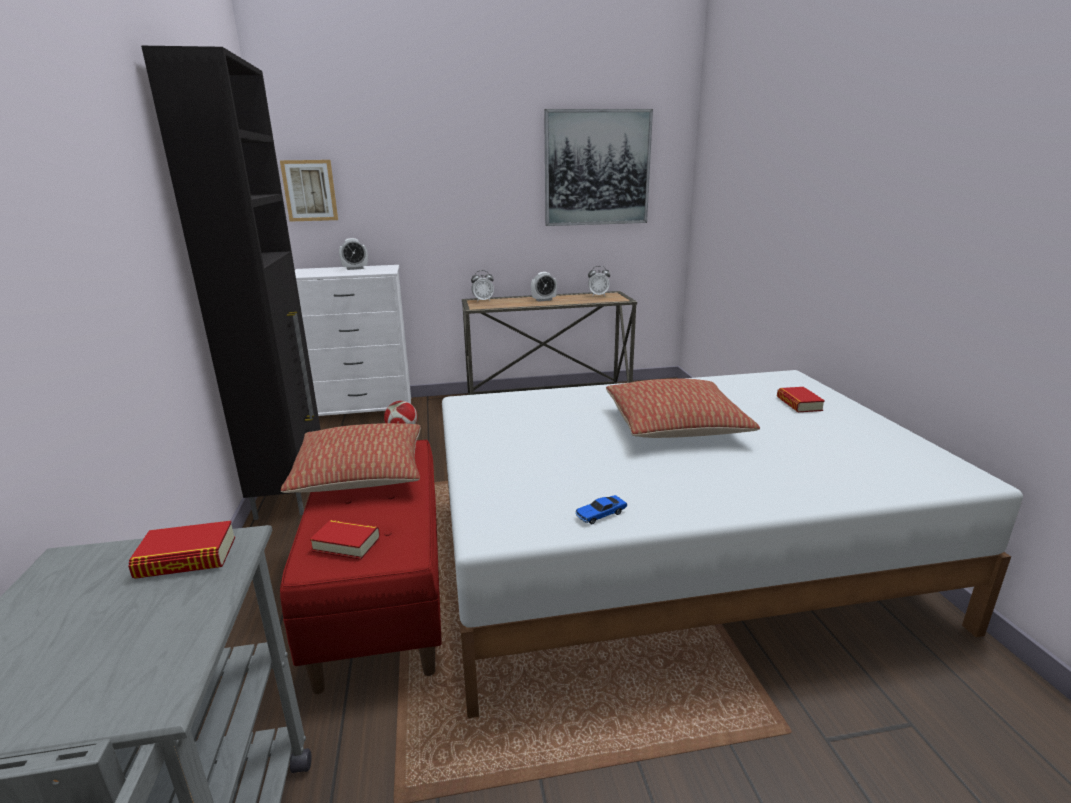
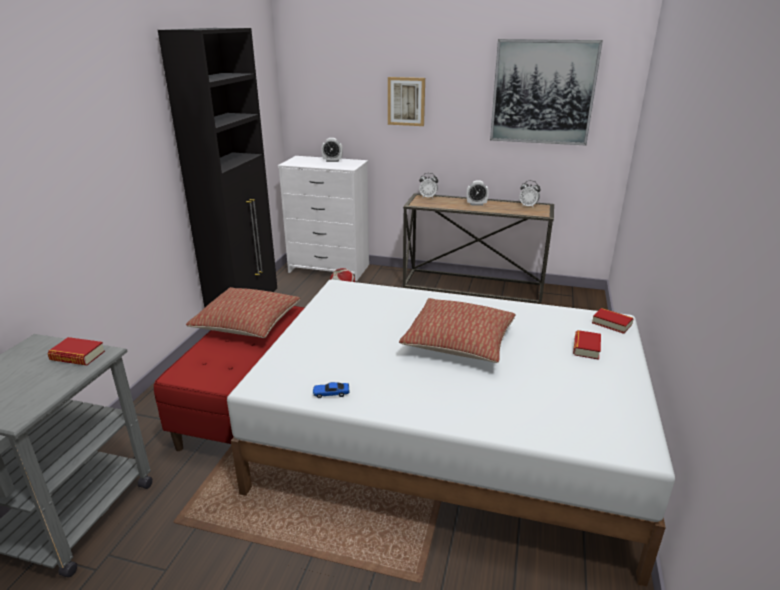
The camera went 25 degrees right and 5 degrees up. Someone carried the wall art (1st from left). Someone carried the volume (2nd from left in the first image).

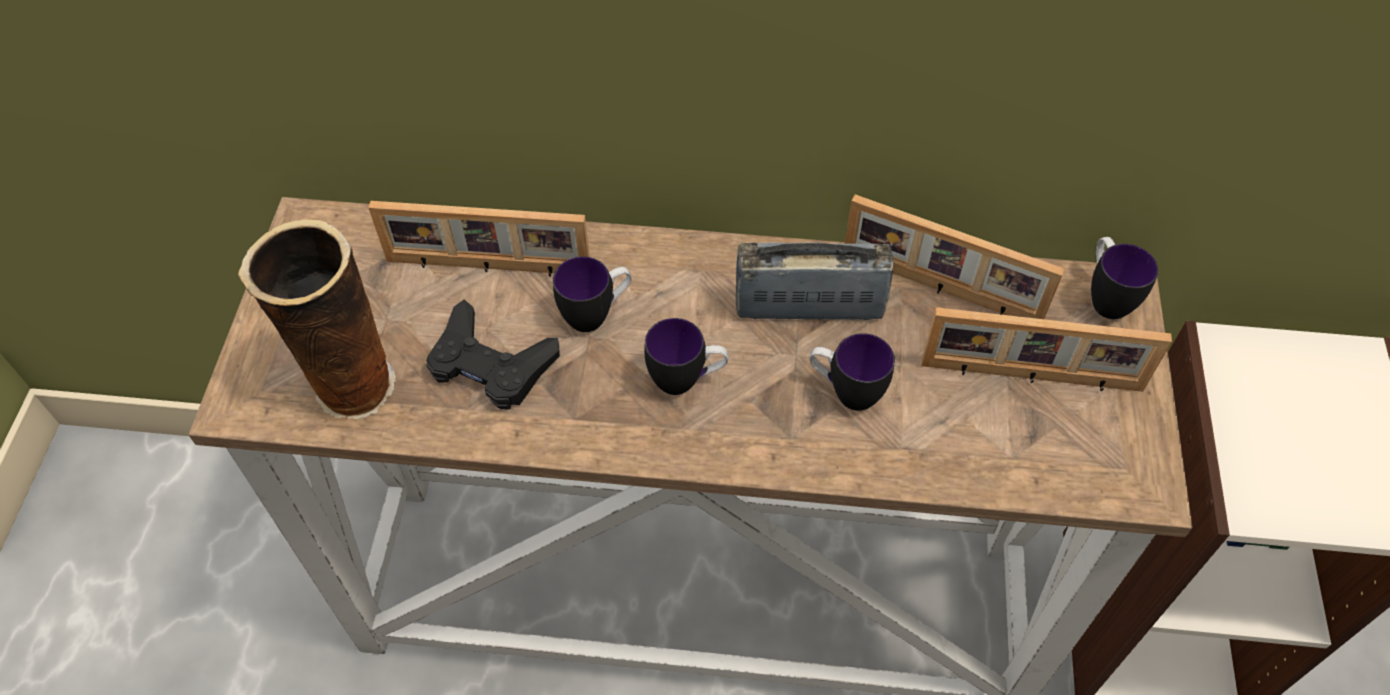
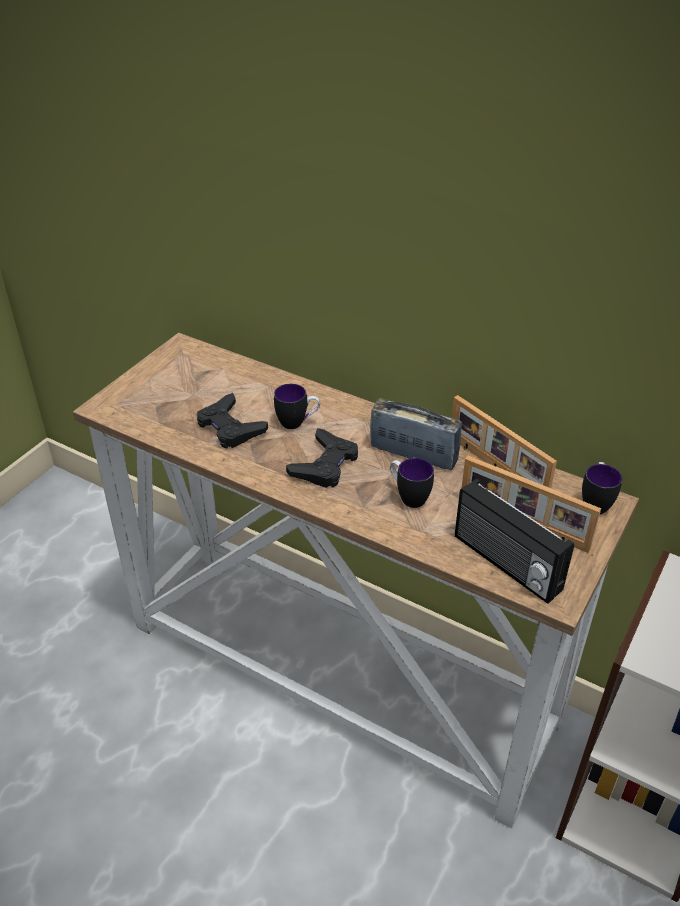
The camera went 25 degrees right and 15 degrees down. Someone took away the flower vase. Someone took away the standing frame (1st from left). Someone put down the radio (2nd from left). Someone swapped the coffee mug (2nd from left) for the black game controller (2nd from left).

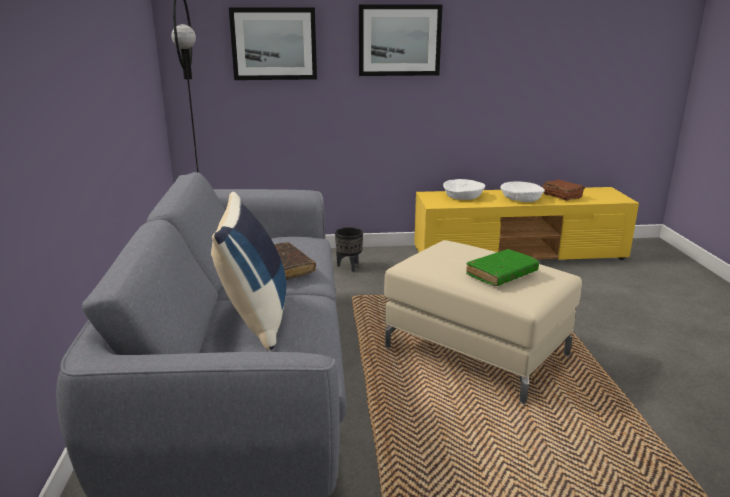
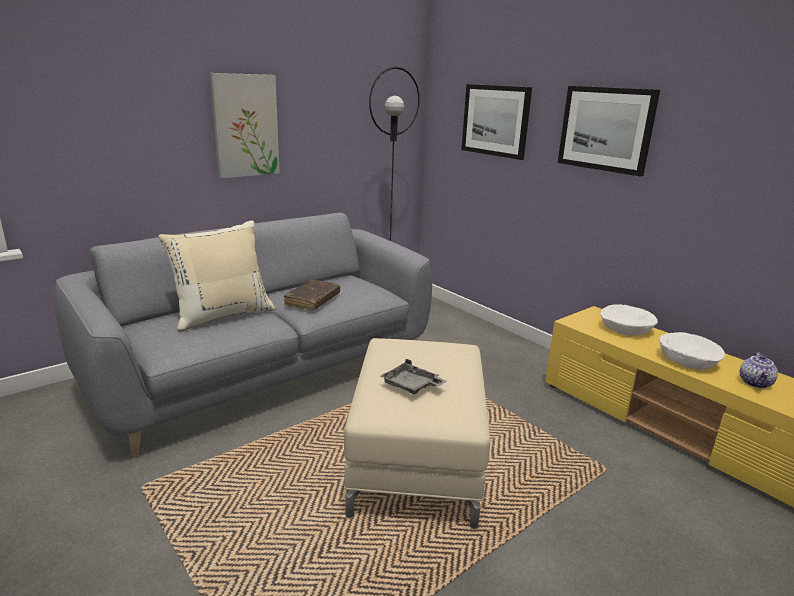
The camera went 55 degrees right and 0 degrees up. Someone took away the black plant pot. Someone put up the wall art (1st from left). Someone swapped the green-coloured volume for the grey tray. Someone swapped the brown volume (2nd from left) for the tea pot. Someone repainted the bluish cushion, which became the beige-coloured cushion.

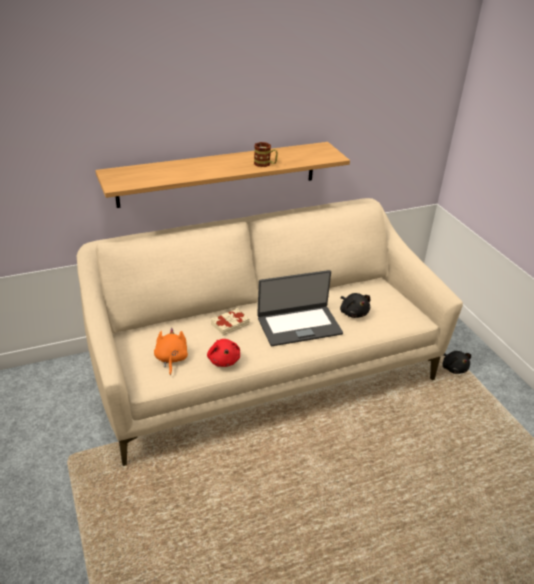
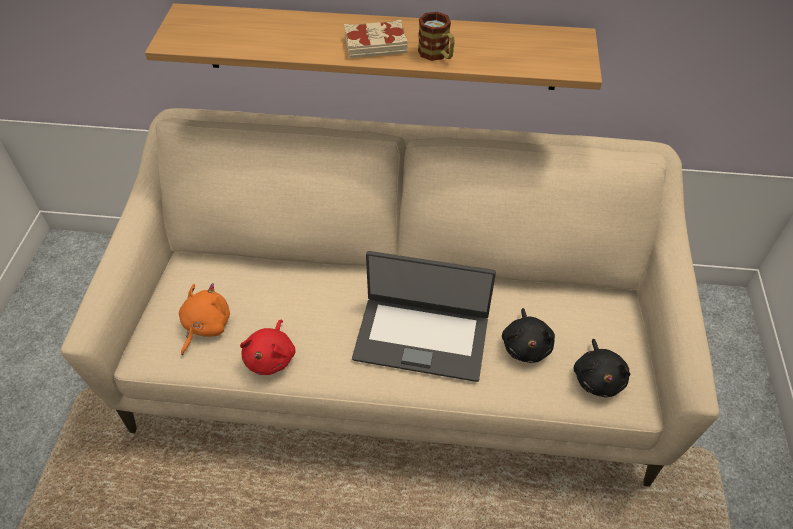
The camera went 30 degrees right and 15 degrees up. Someone carried the beige-coloured volume. Someone carried the black plush toy (2nd from left).

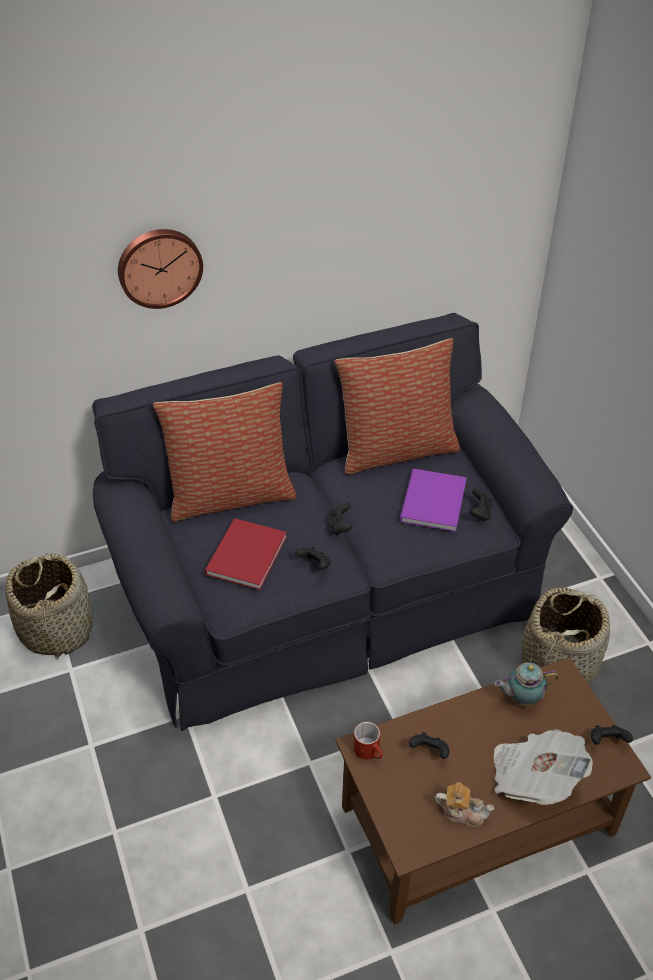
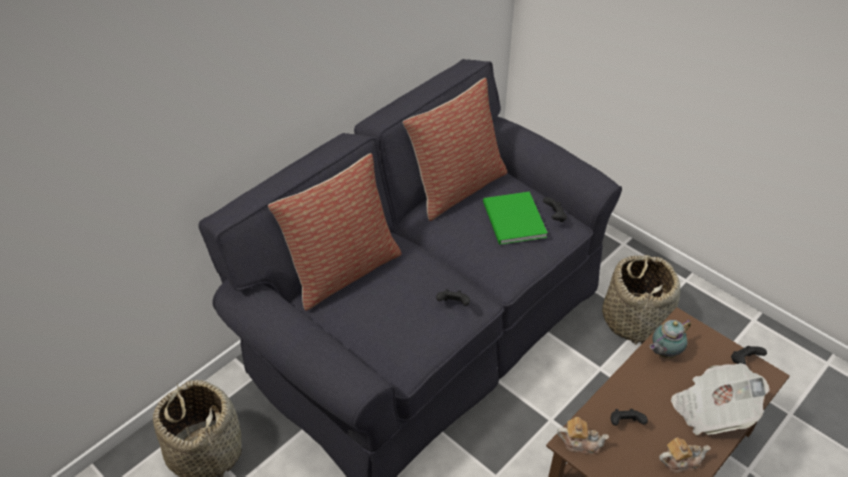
The camera went 25 degrees left and 0 degrees up. Someone took away the hanging clock. Someone took away the red volume. Someone took away the black game controller (2nd from left). Someone swapped the red coffee mug for the tea pot (1st from left). Someone repainted the purple volume, which became the green-coloured volume.

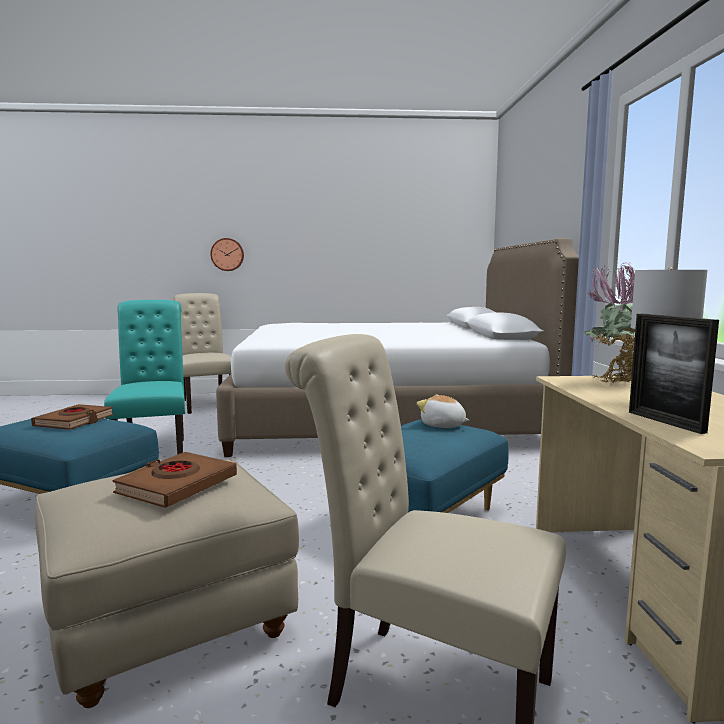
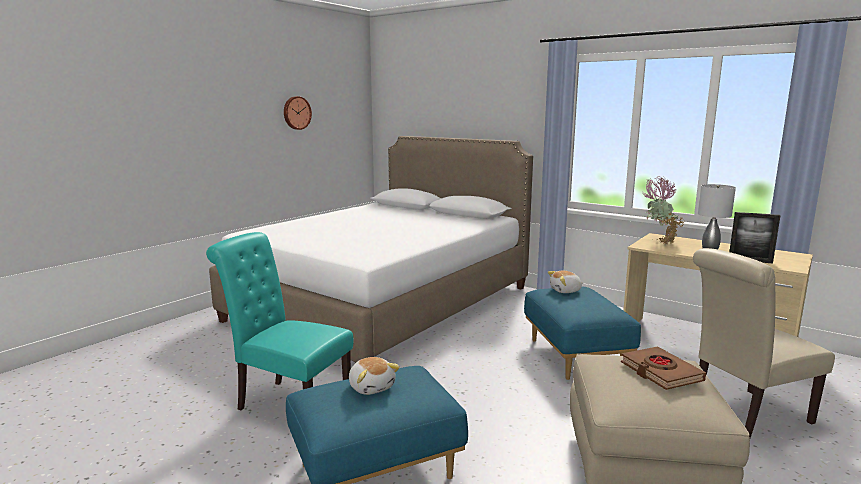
The camera went 50 degrees left and 5 degrees up. Someone took away the beige-coloured upright chair (1st from left). Someone carried the hanging clock. Someone swapped the brown volume (1st from left) for the plush toy (1st from left).

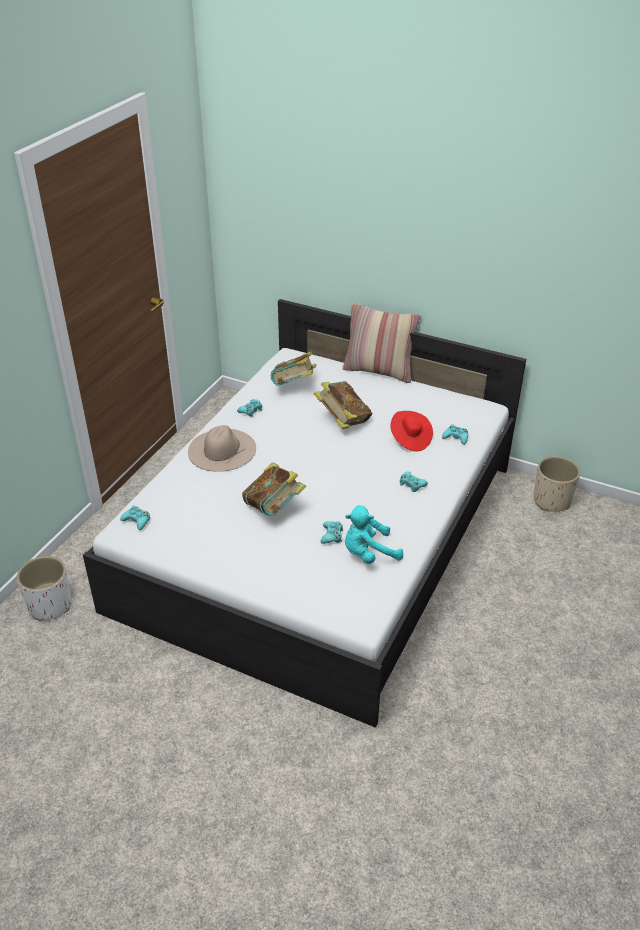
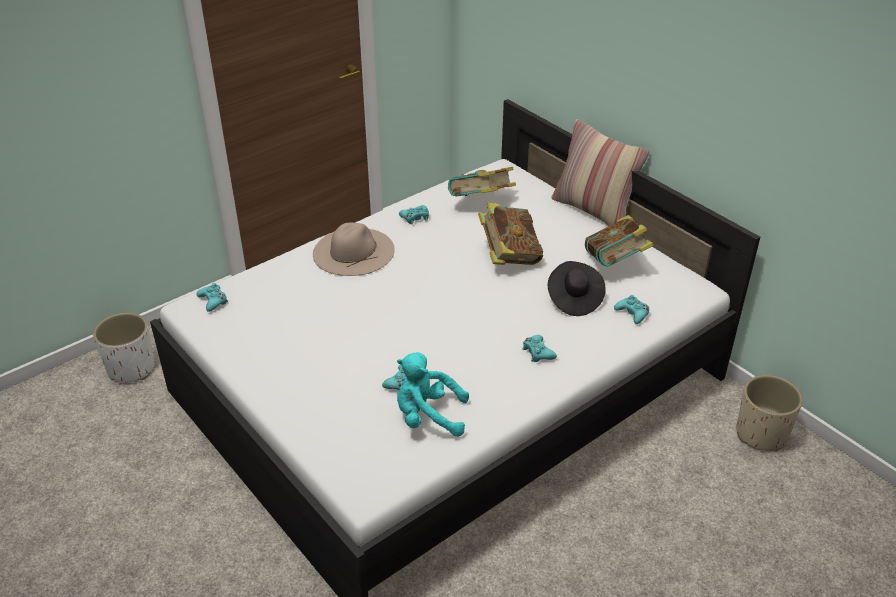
The camera went 25 degrees right and 0 degrees up. Someone carried the volume (1st from left in the first image). Someone repainted the red clothing hat, which became the black clothing hat.

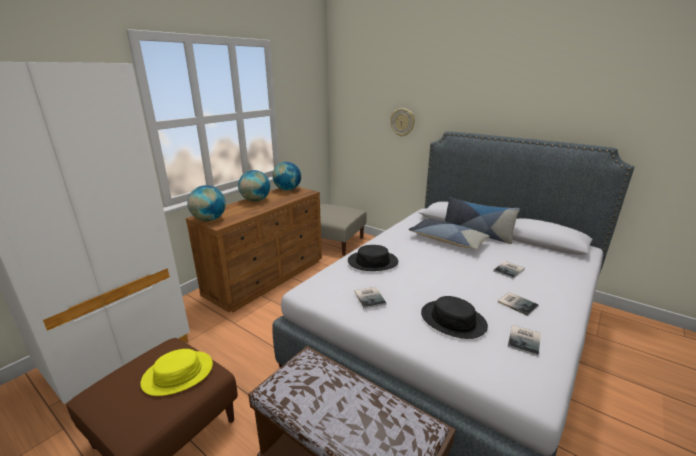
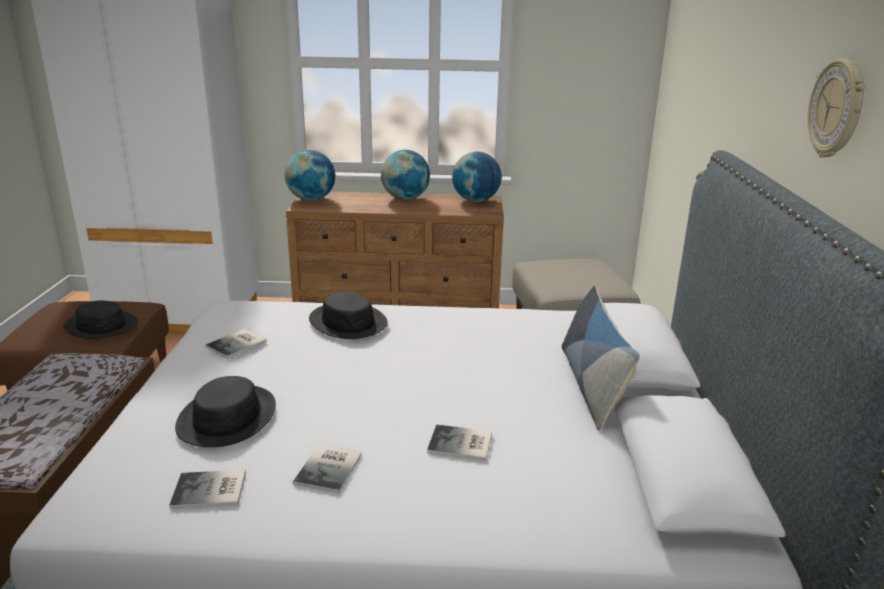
The camera went 55 degrees right and 0 degrees up. Someone took away the cushion (1st from left). Someone carried the hanging clock. Someone repainted the yellowish clothing hat, which became the black clothing hat (1st from left).

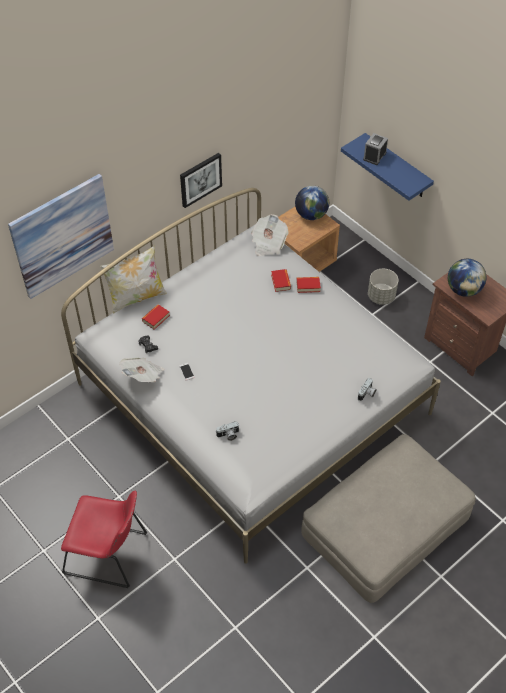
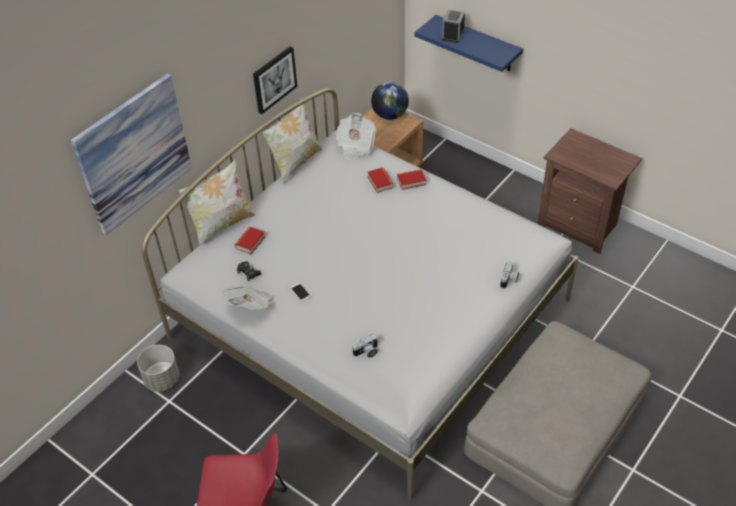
The camera went 10 degrees left and 5 degrees down. Someone took away the globe (2nd from left). Someone put down the cushion (2nd from left). Someone carried the grey plant pot.

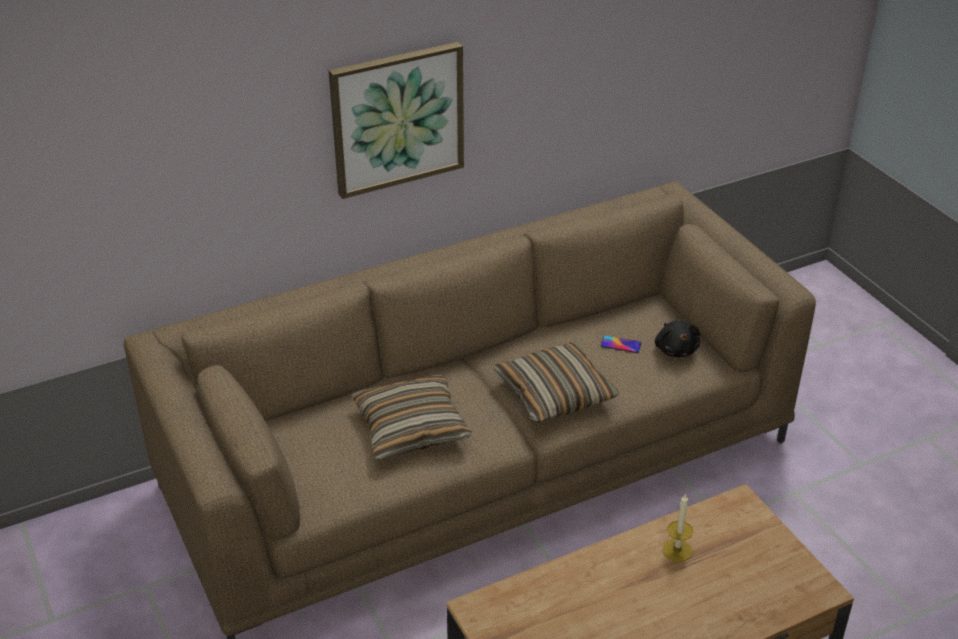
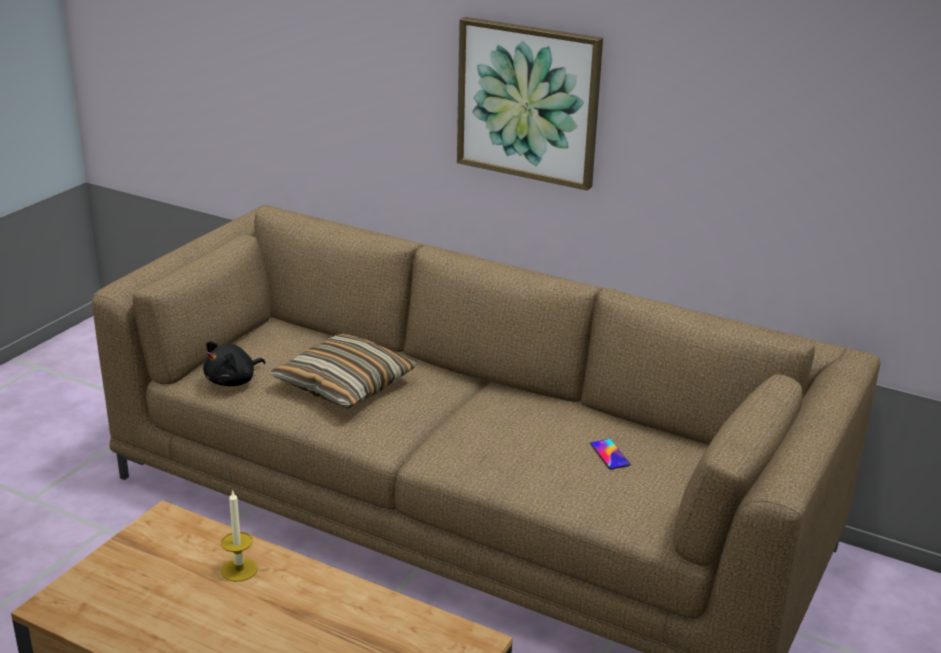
The camera went 55 degrees right and 10 degrees down. Someone took away the cushion (2nd from left). Someone carried the black plush toy. Someone carried the wax candle.

